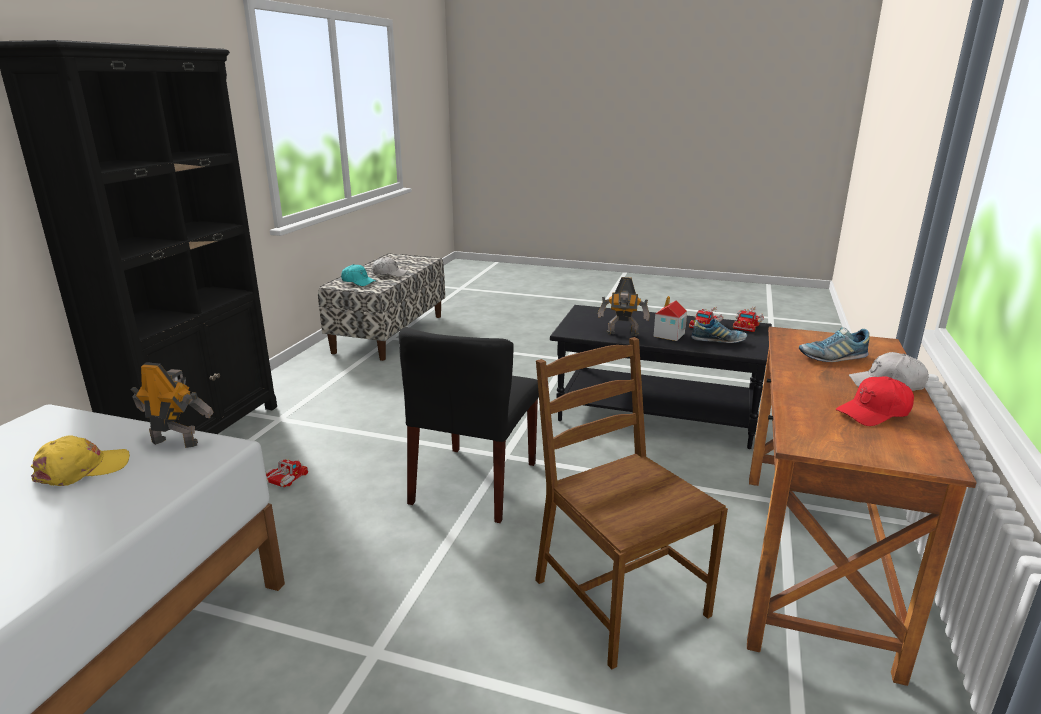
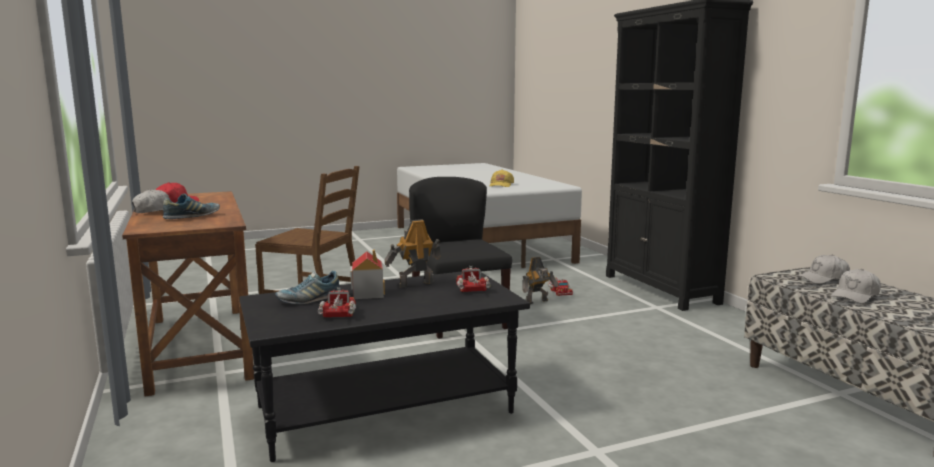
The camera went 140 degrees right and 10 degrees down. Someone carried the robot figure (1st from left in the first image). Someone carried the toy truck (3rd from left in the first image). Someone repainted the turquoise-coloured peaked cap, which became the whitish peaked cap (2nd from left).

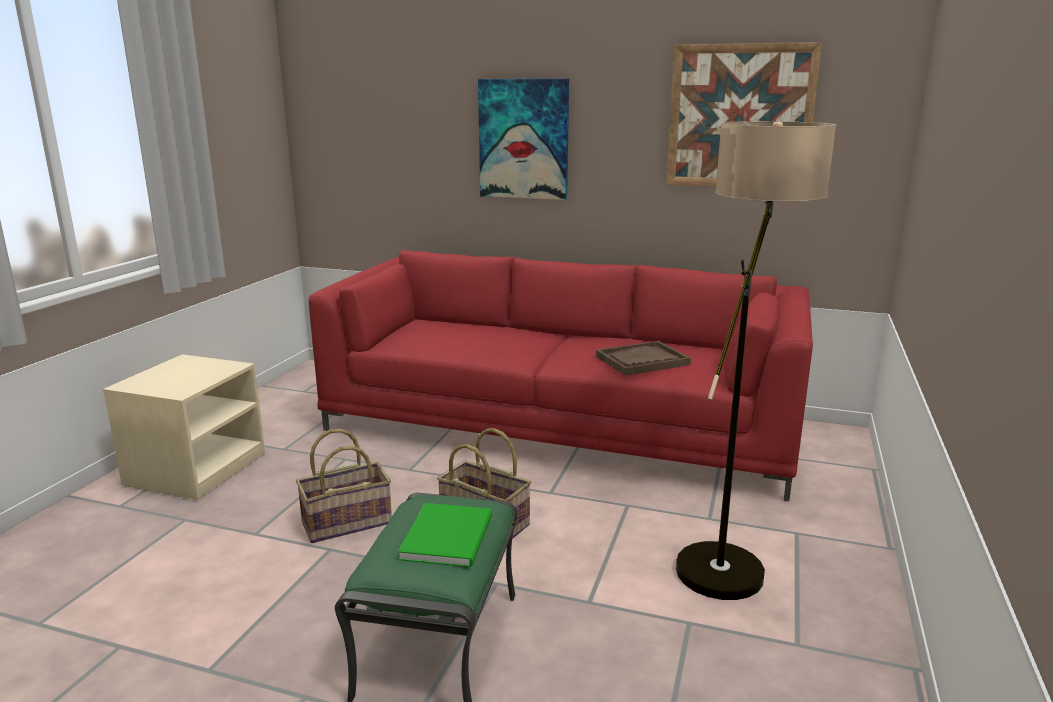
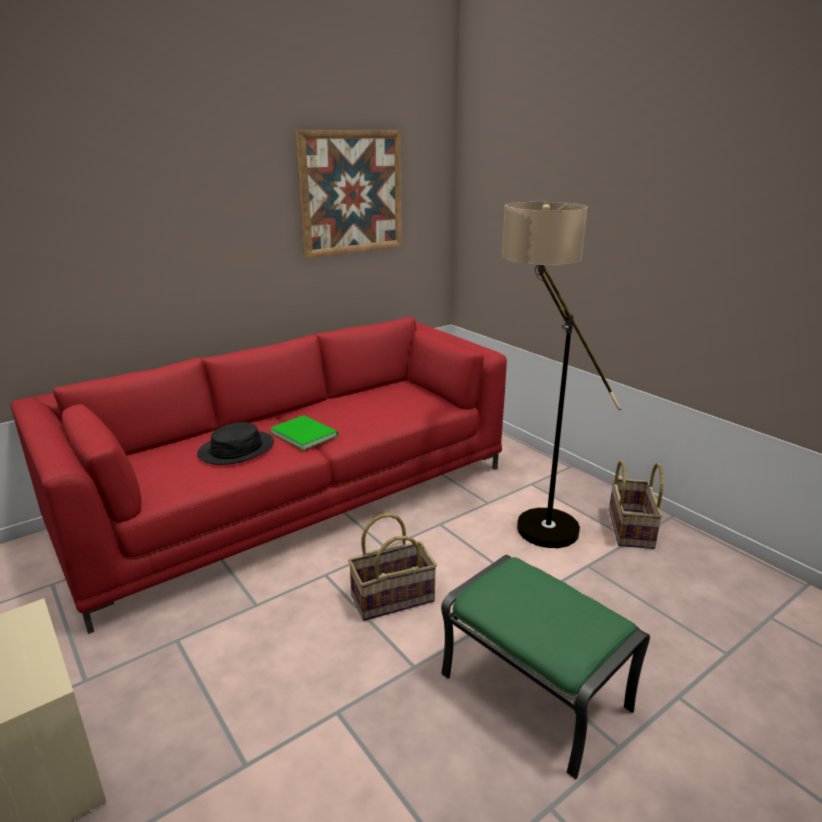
The camera went 55 degrees left and 5 degrees up. Someone took away the wall art (1st from left). Someone took away the brown tray. Someone put down the black clothing hat. Someone carried the household basket (1st from left in the first image). Someone carried the green-coloured volume.

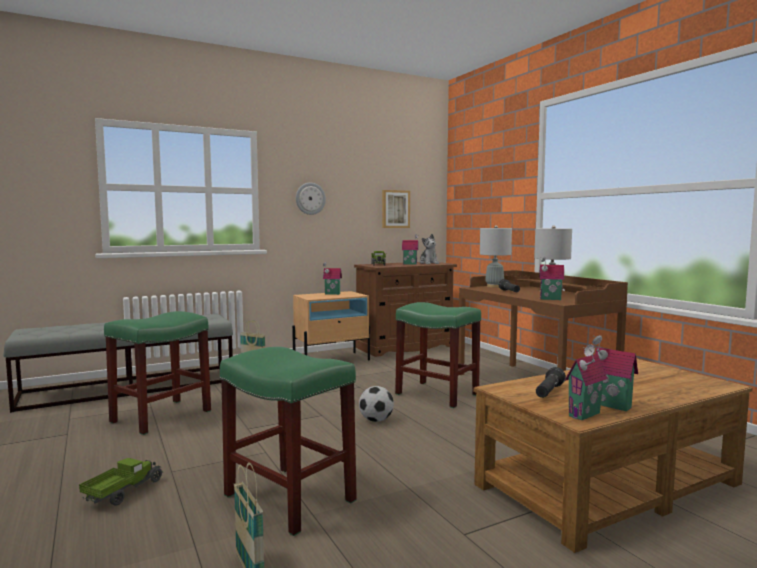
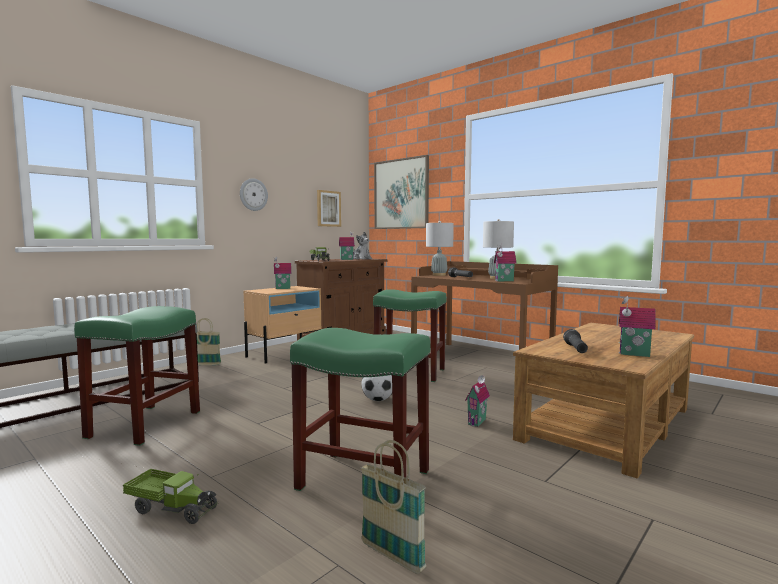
The camera went 20 degrees left and 0 degrees up. Someone put up the wall art (2nd from left). Someone carried the toy house (4th from left in the first image). Someone rotated the toy truck (1st from left) by 105 degrees clockwise.

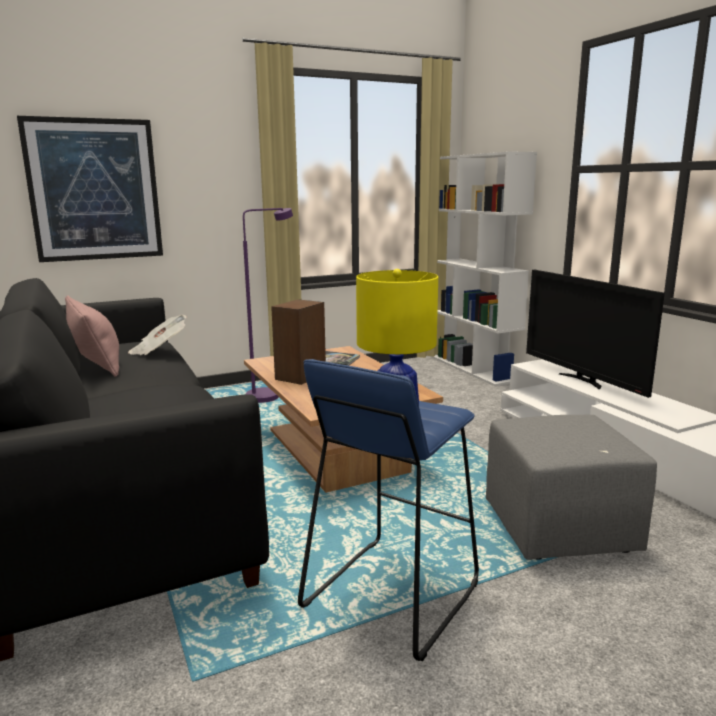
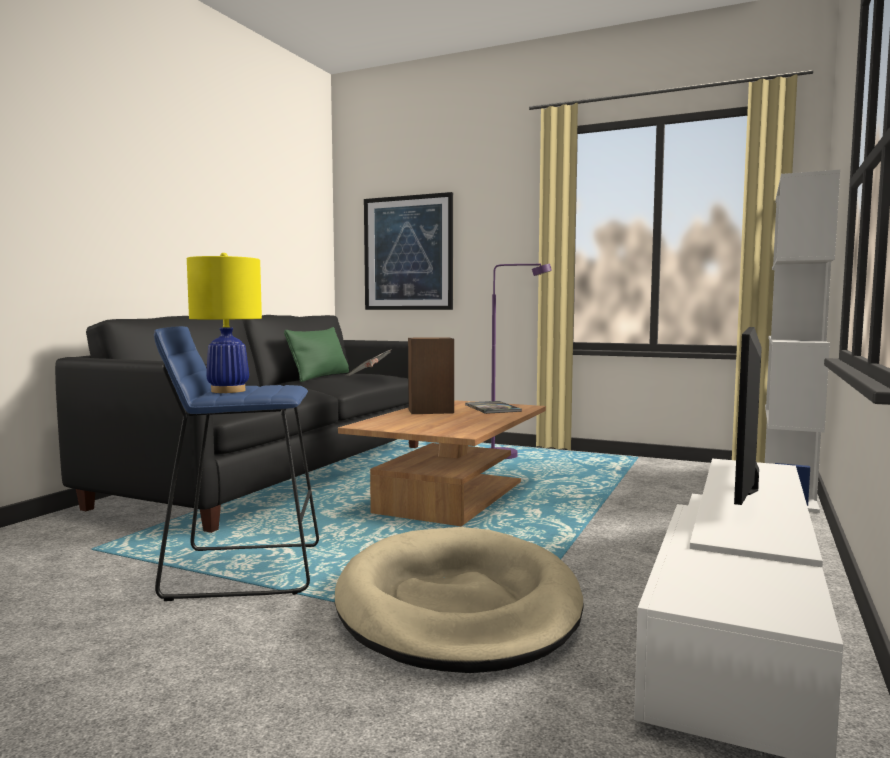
The camera went 50 degrees right and 10 degrees down. Someone swapped the grey pouffe for the beige-coloured dog cushion. Someone repainted the pink-coloured cushion, which became the green-coloured cushion.

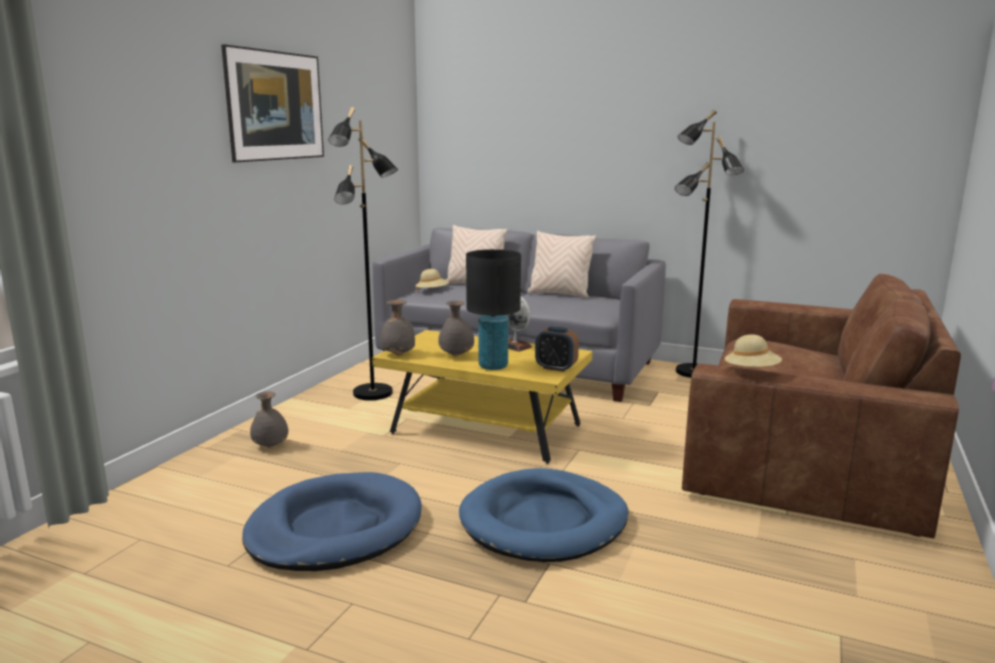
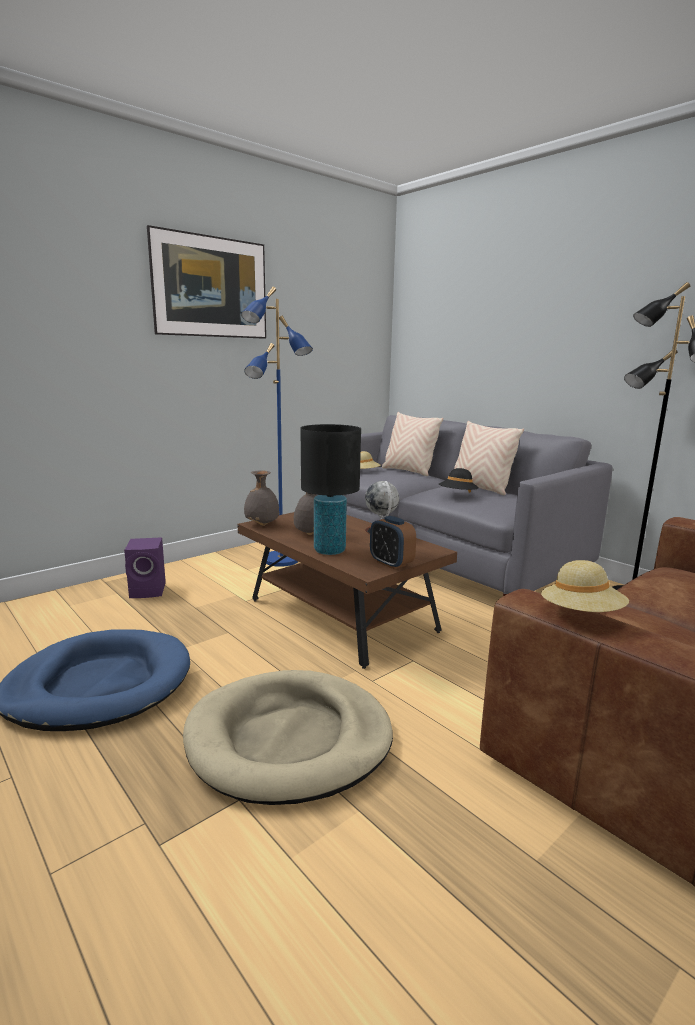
The camera went 25 degrees right and 0 degrees up. Someone put down the black clothing hat. Someone swapped the grey flower vase (1st from left) for the purple speaker. Someone repainted the black standard lamp (1st from left), which became the bluish standard lamp. Someone repainted the yellowish lounge table, which became the brown lounge table. Someone repainted the bluish dog cushion (2nd from left), which became the beige-coloured dog cushion.

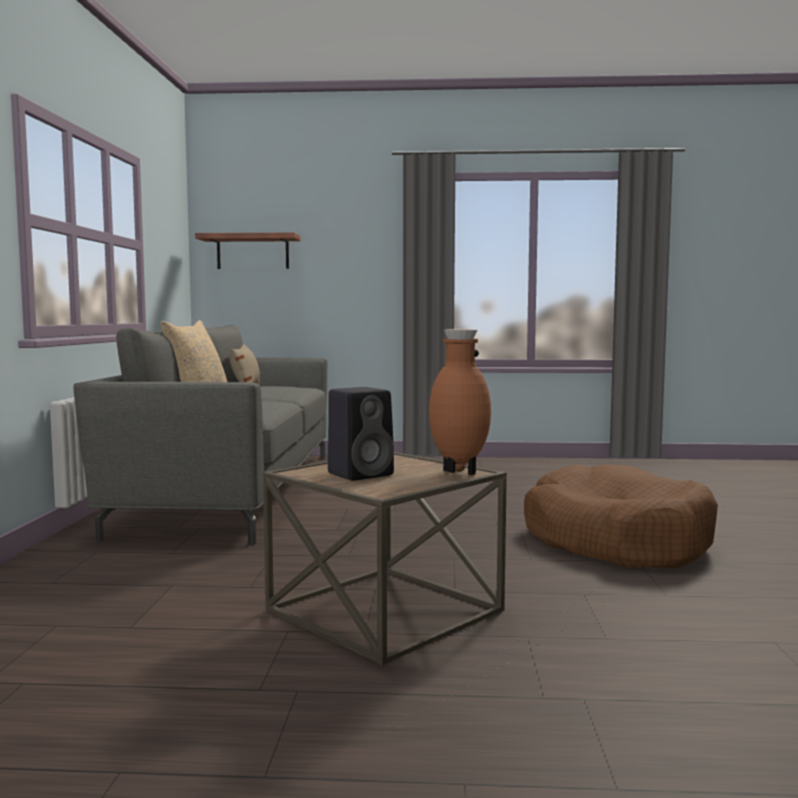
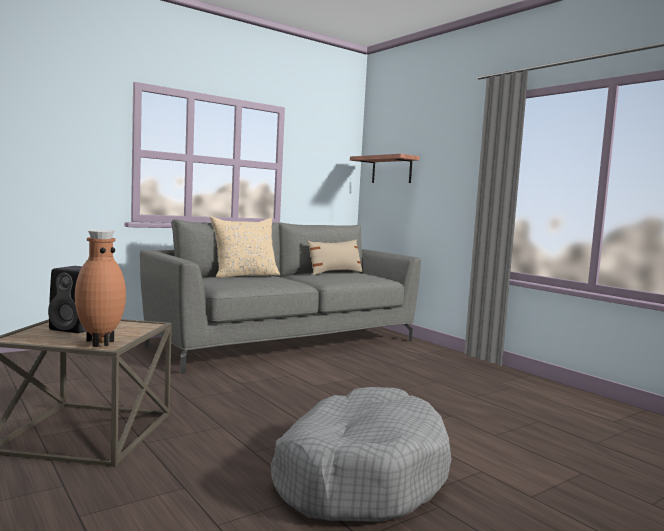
The camera went 50 degrees right and 0 degrees up. Someone repainted the brown dog cushion, which became the grey dog cushion.

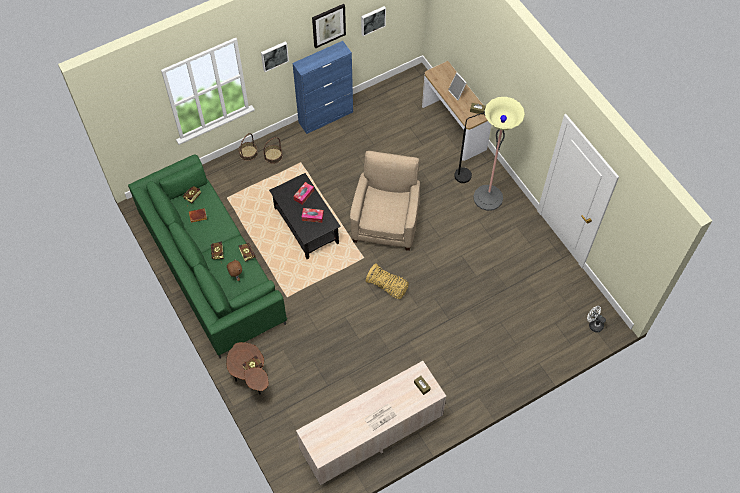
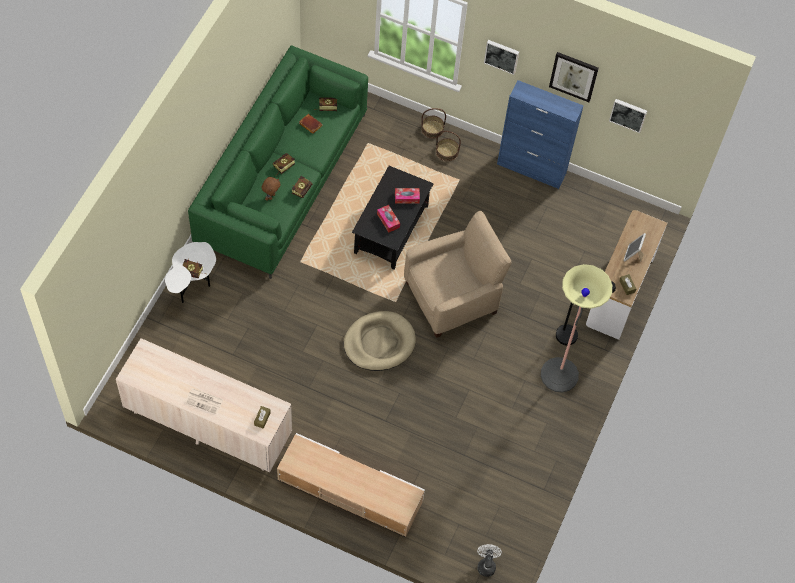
The camera went 50 degrees right and 0 degrees up. Someone put down the beige-coloured tv unit. Someone swapped the household basket (3rd from left) for the beige-coloured dog cushion. Someone repainted the brown end table, which became the whitish end table.

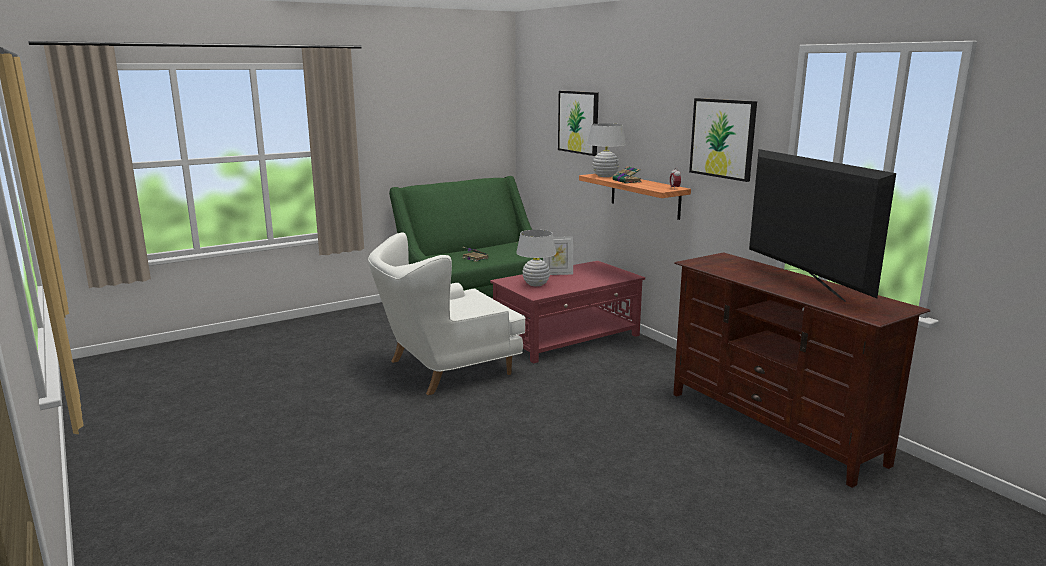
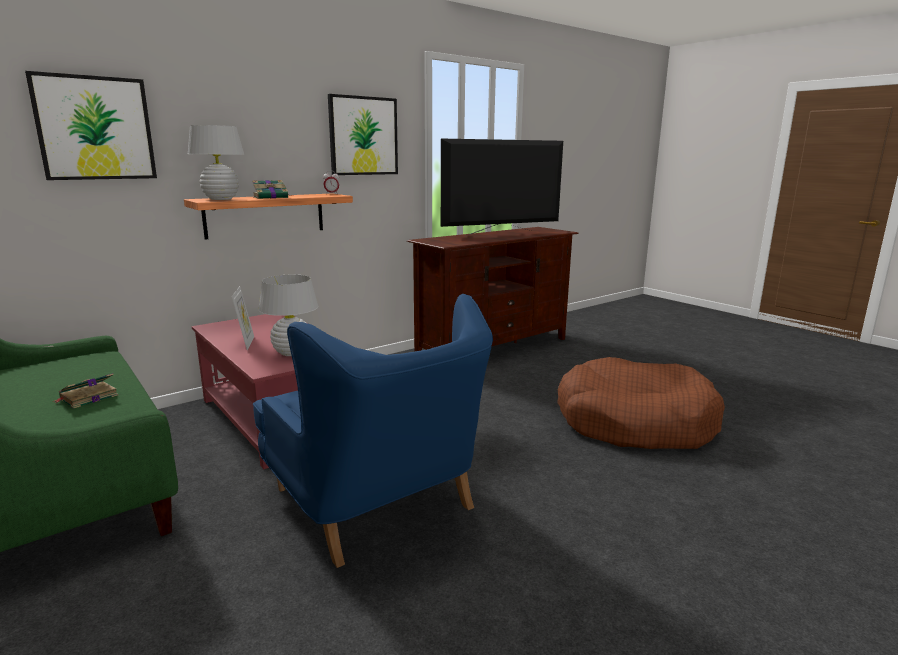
The camera went 95 degrees left and 0 degrees up. Someone put down the brown dog cushion. Someone repainted the whitish armchair, which became the bluish armchair.

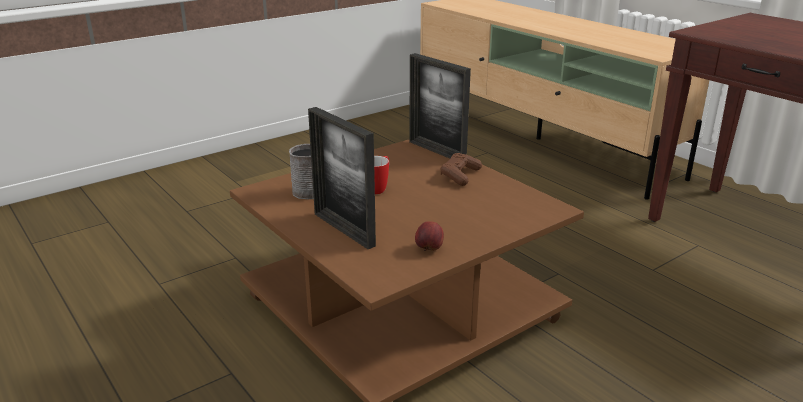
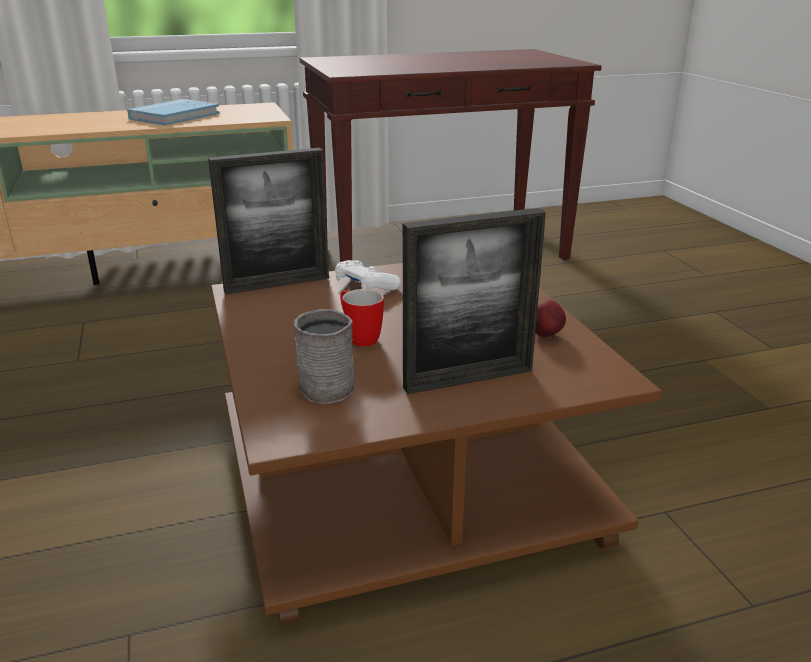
The camera went 70 degrees left and 0 degrees up. Someone put down the bluish volume. Someone repainted the brown game controller, which became the whitish game controller.

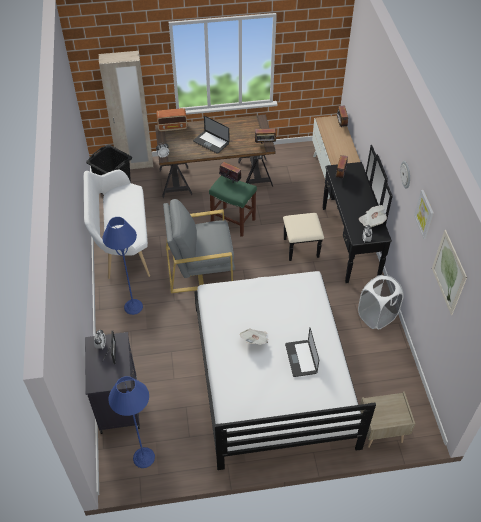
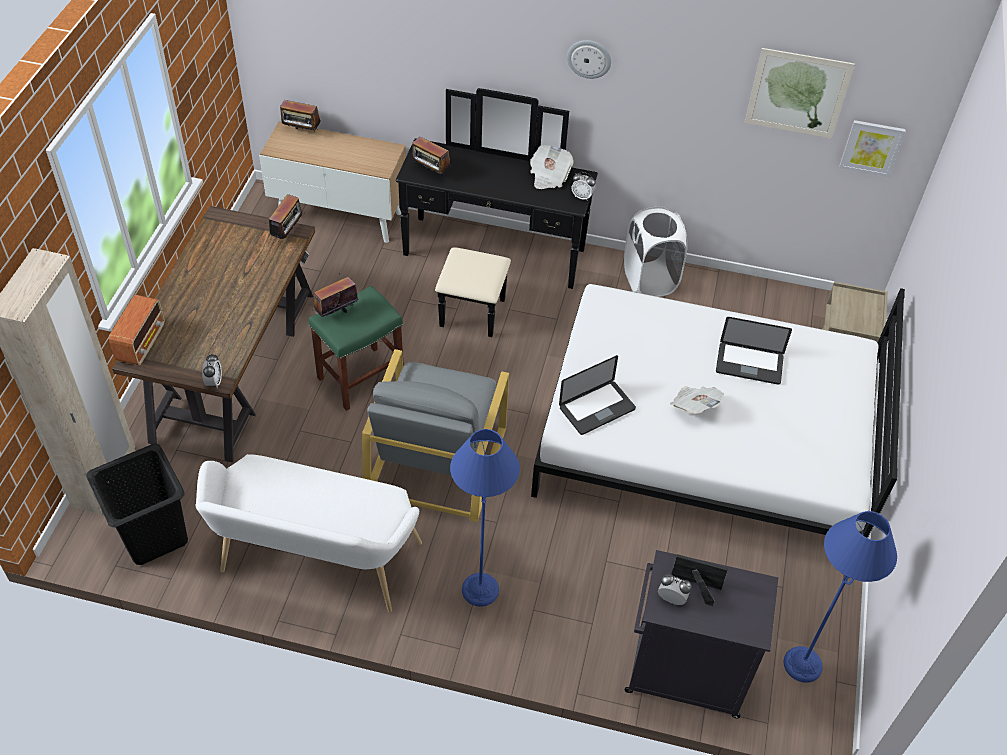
The camera went 70 degrees left and 0 degrees up. Someone carried the laptop (1st from left). Someone carried the wall art (1st from left in the first image).

